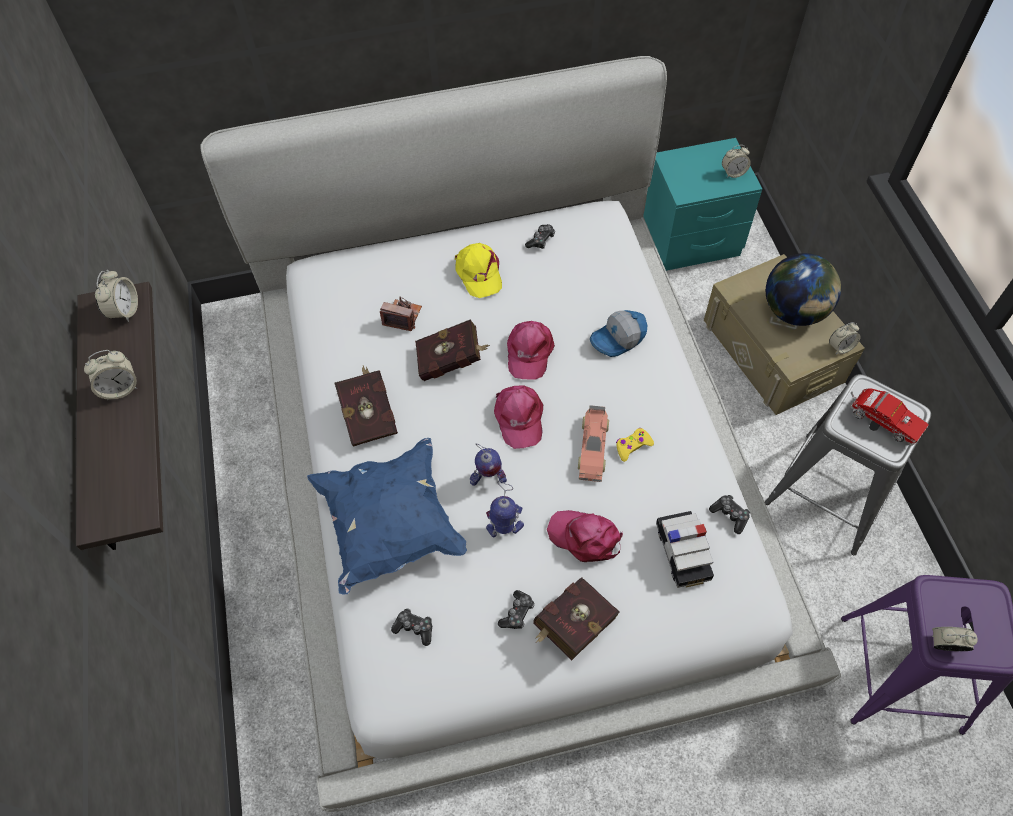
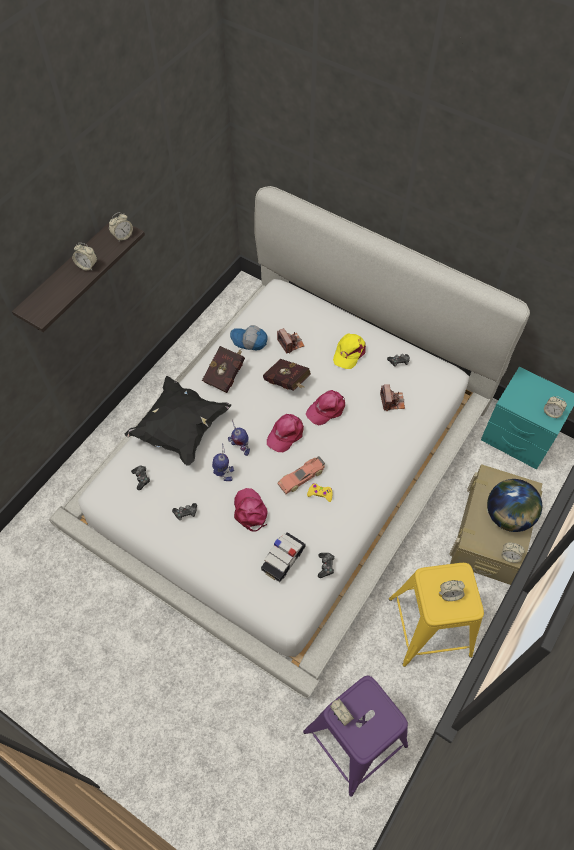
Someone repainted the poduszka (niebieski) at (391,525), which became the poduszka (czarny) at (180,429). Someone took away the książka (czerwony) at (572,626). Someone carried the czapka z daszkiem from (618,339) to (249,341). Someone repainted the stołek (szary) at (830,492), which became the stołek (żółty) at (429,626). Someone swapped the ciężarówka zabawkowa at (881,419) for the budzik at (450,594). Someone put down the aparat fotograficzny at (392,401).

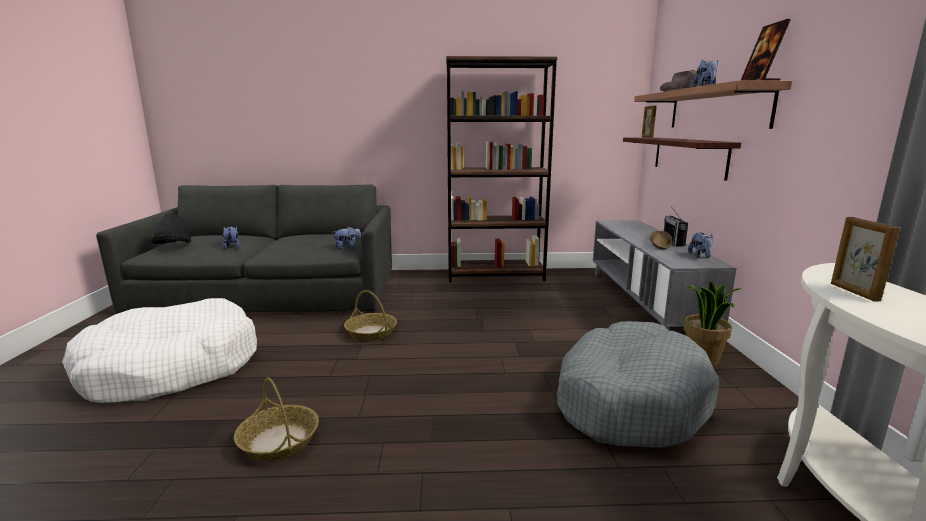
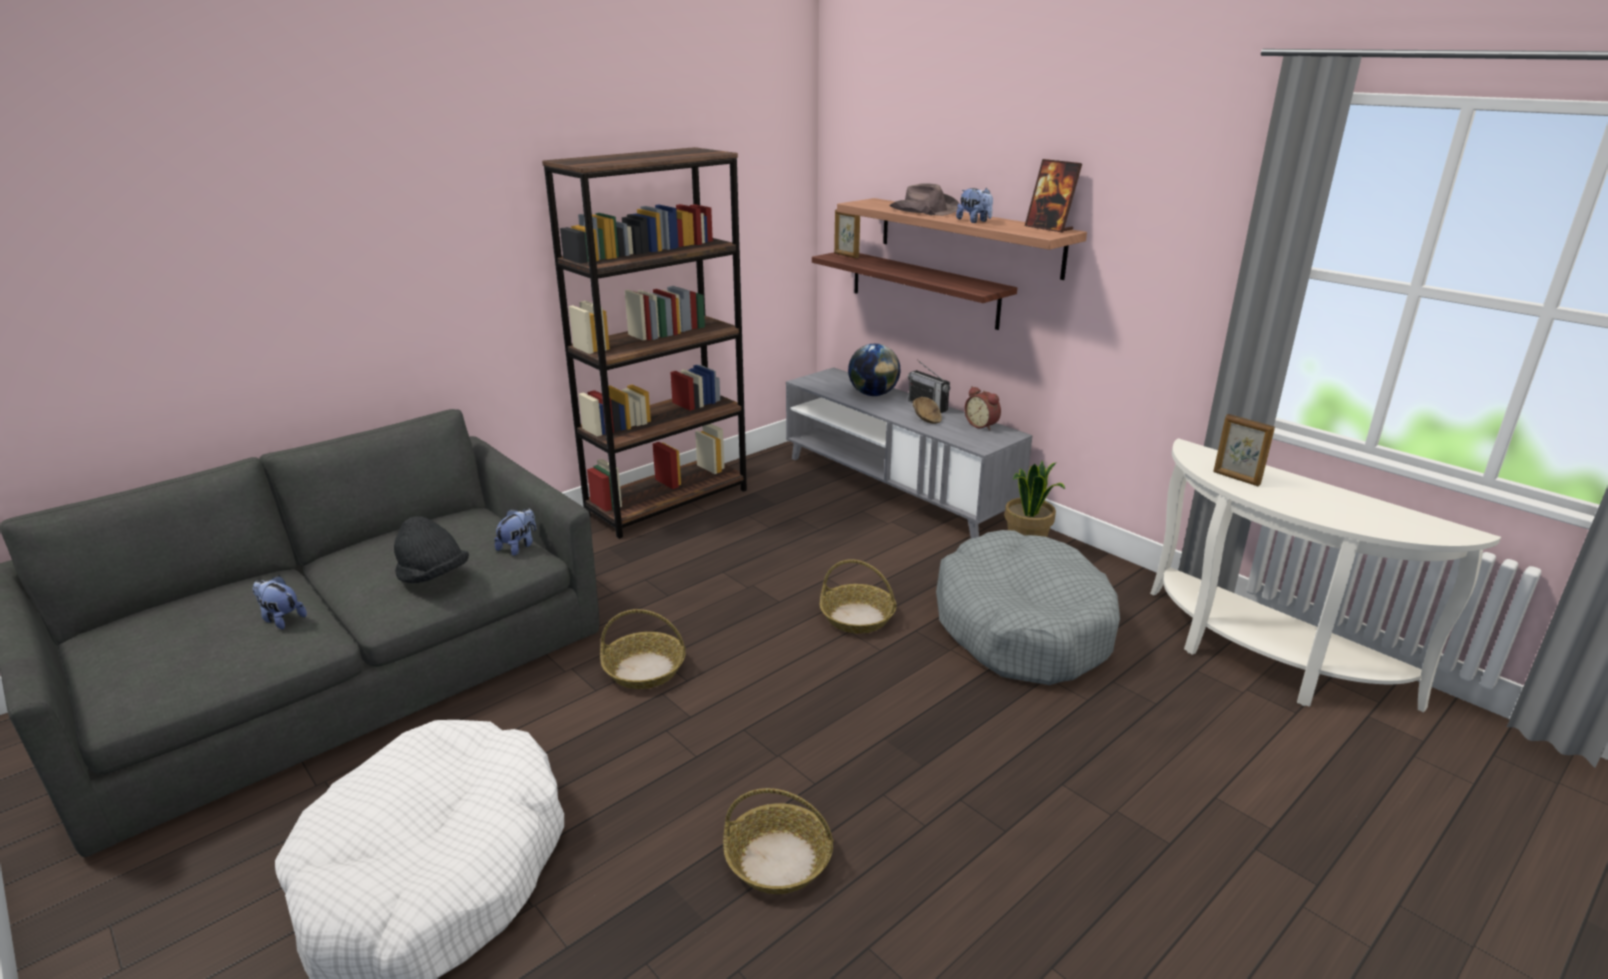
Someone carried the kapelusz (czarny) from (173,246) to (433,576). Someone swapped the pluszak at (700,256) for the budzik at (982,425). Someone put down the koszyk at (858,617). Someone put down the globus at (873,394).

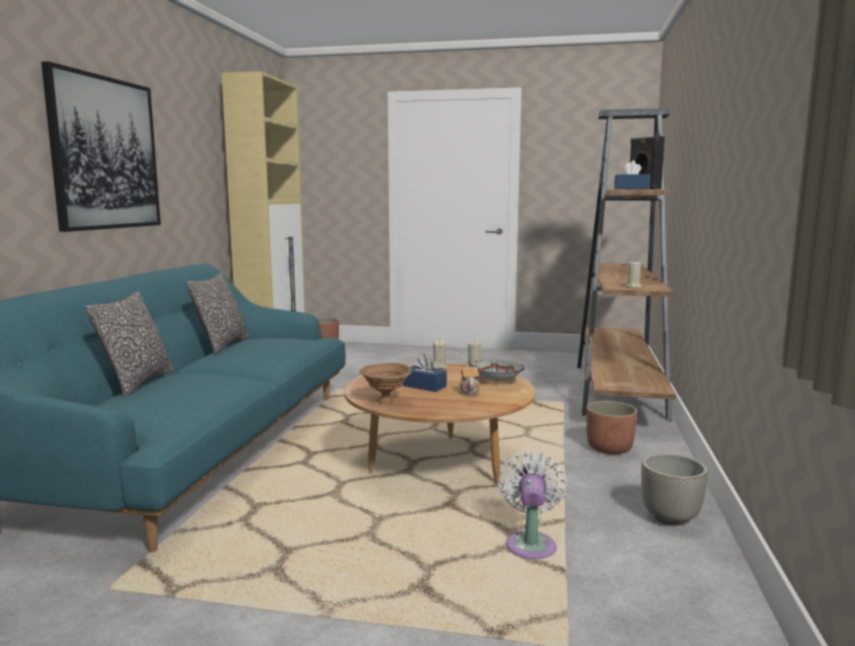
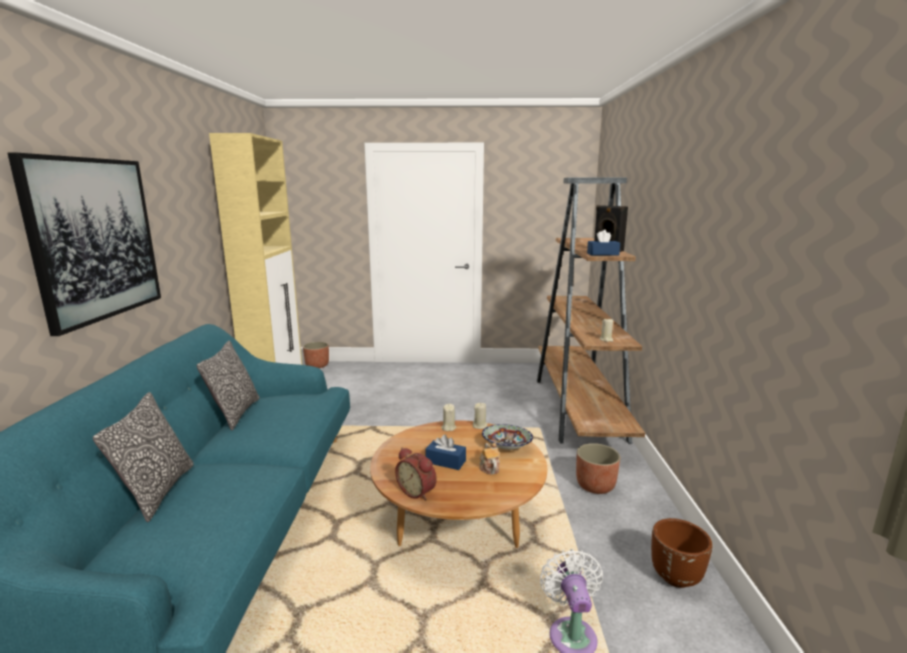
Someone swapped the miska (brązowy) at (386,401) for the budzik at (418,491). Someone repainted the donica (szary) at (670,518), which became the donica (brązowy) at (676,577).

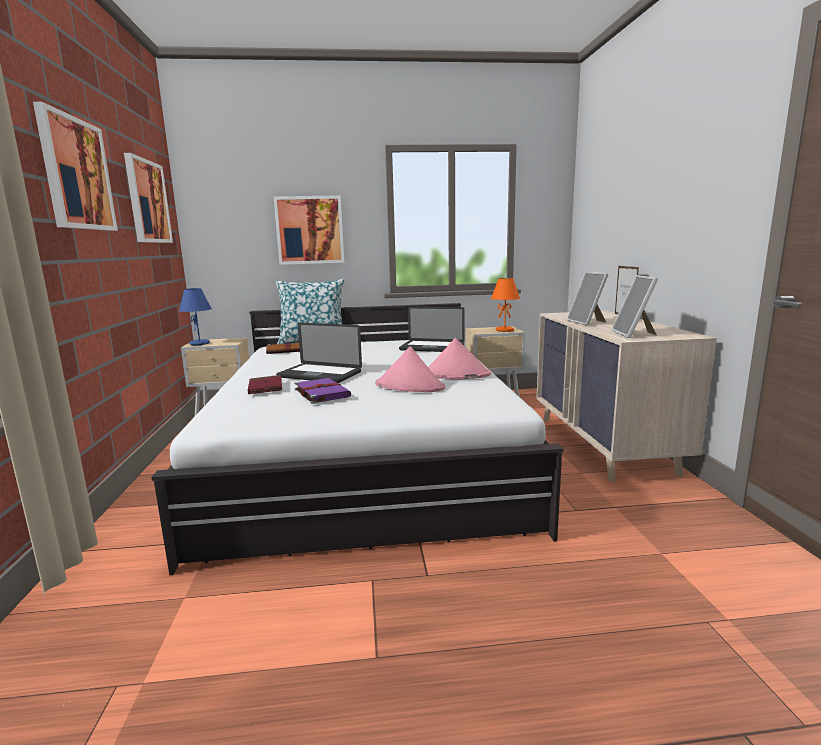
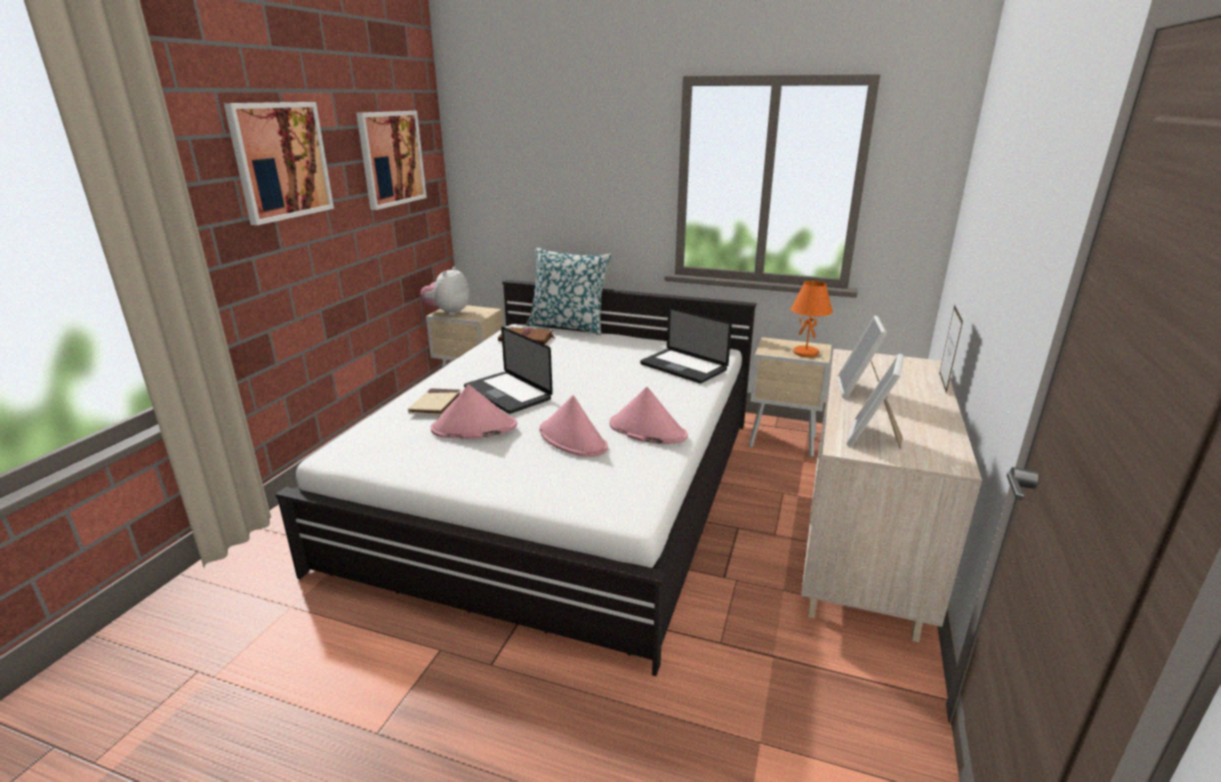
Someone swapped the lampa stołowa (niebieski) at (200,343) for the pluszak at (448,312). Someone repainted the książka (czerwony) at (265,387), which became the książka (beżowy) at (436,404). Someone took away the obraz at (310,230). Someone swapped the książka (fioletowy) at (321,392) for the kapelusz (różowy) at (474,428).

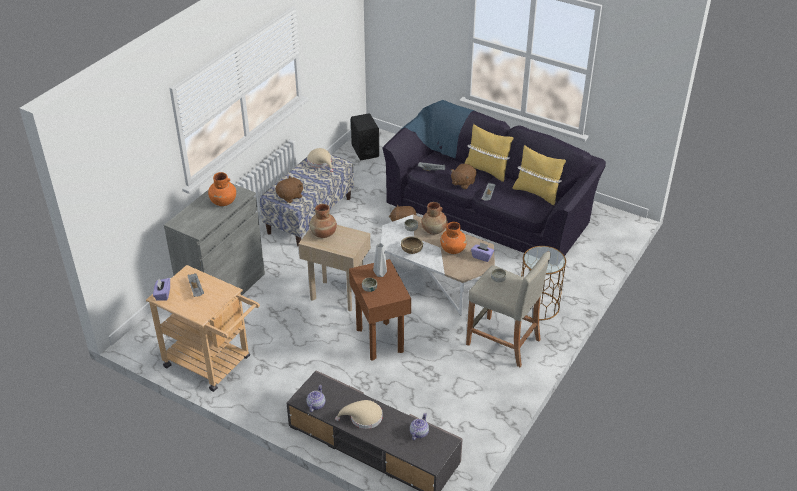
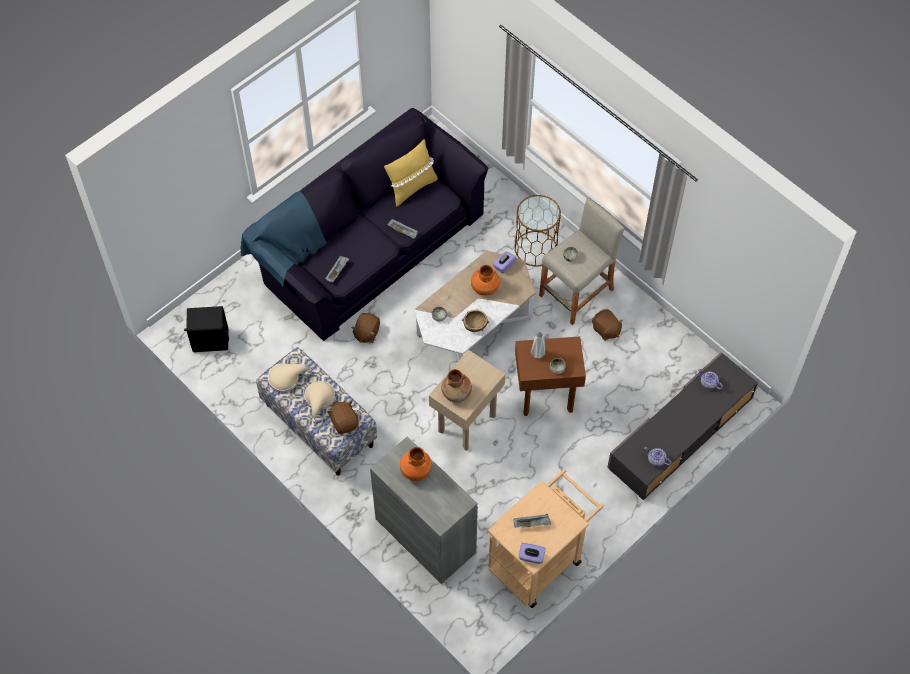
Someone carried the kapelusz (beżowy) from (363,417) to (319,399). Someone took away the wazon (brązowy) at (434,230). Someone carried the pluszak (brązowy) from (463,183) to (606,330). Someone took away the poduszka (żółty) at (486,170).

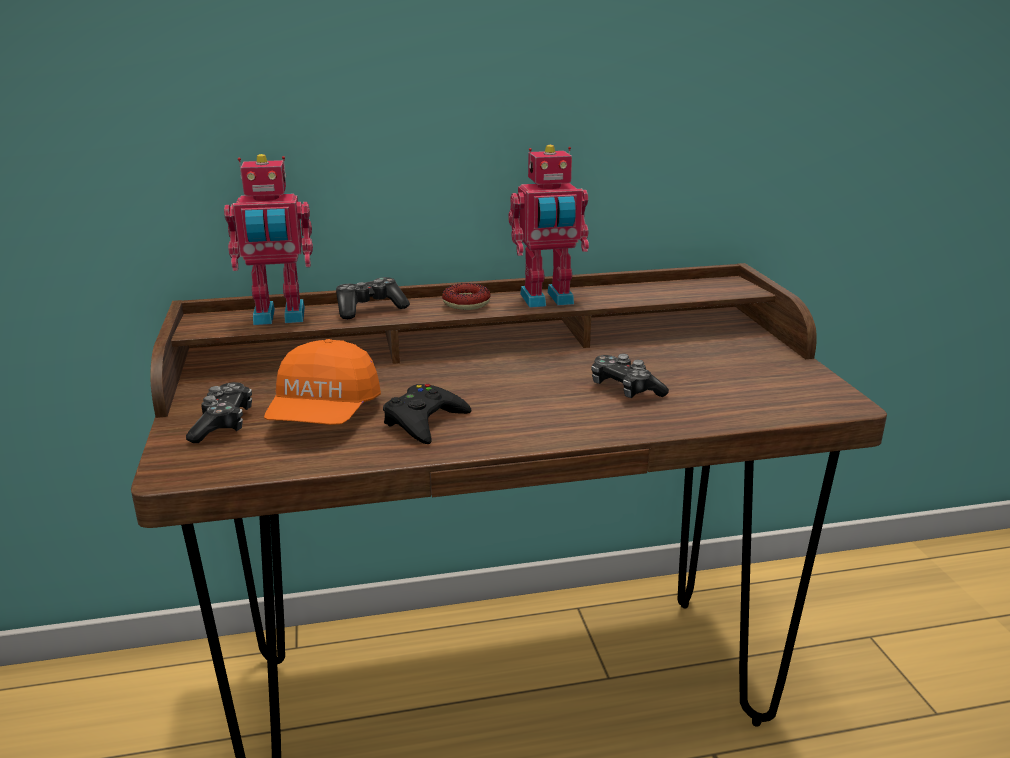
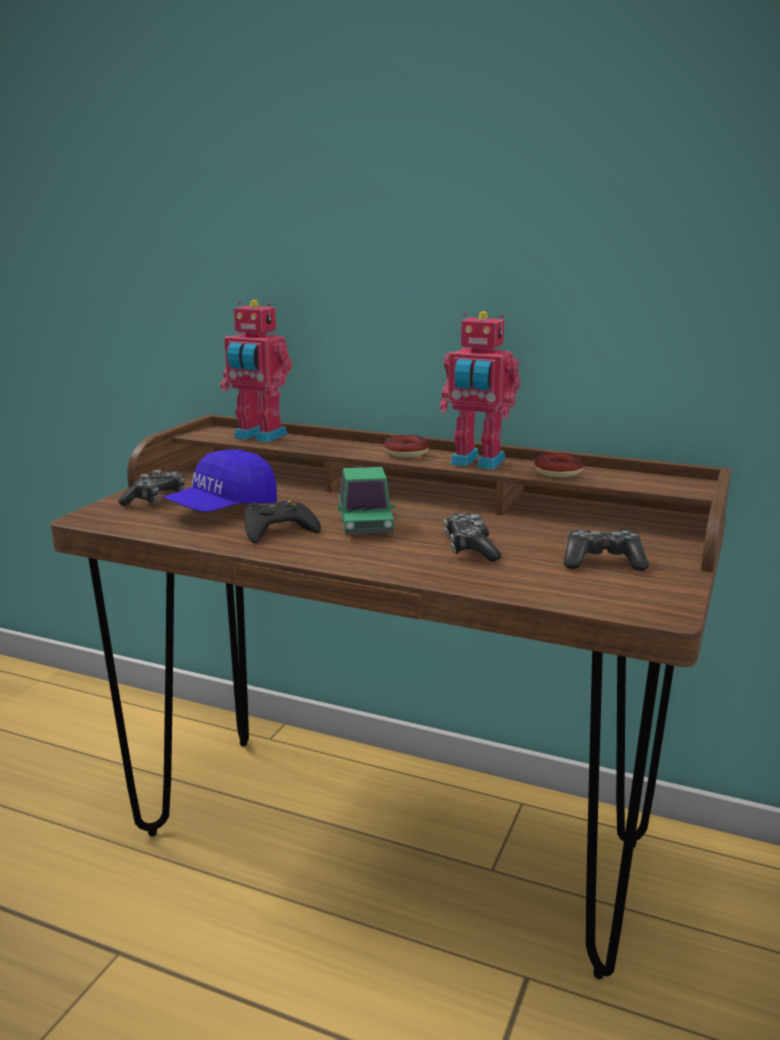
Someone repainted the czapka z daszkiem (pomarańczowy) at (324,414), which became the czapka z daszkiem (niebieski) at (223,510). Someone carried the pad do gier from (369,309) to (603,562). Someone put down the samochodzik at (365,524). Someone put down the donut at (558,471).

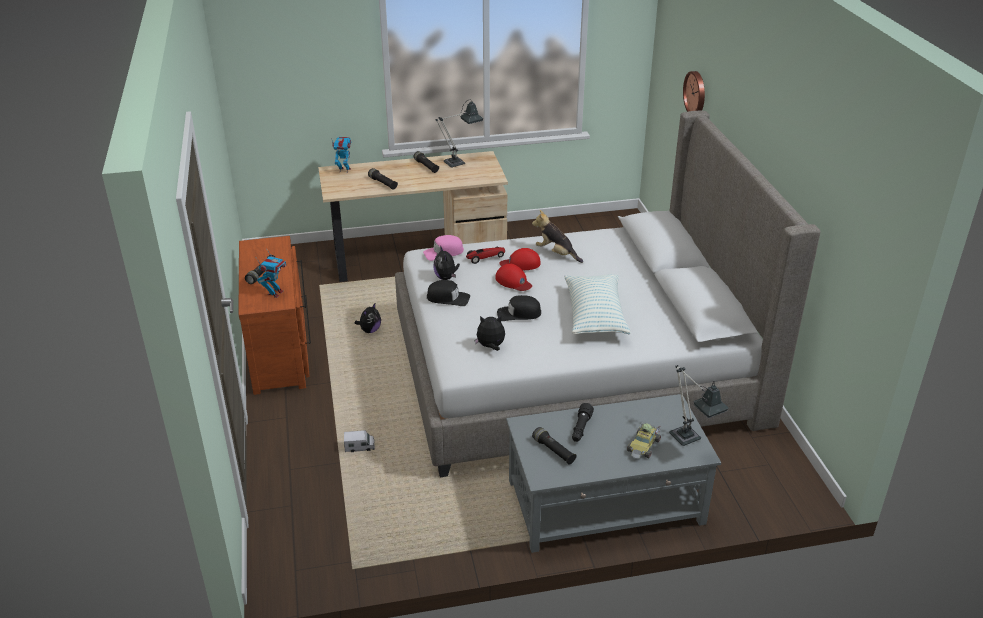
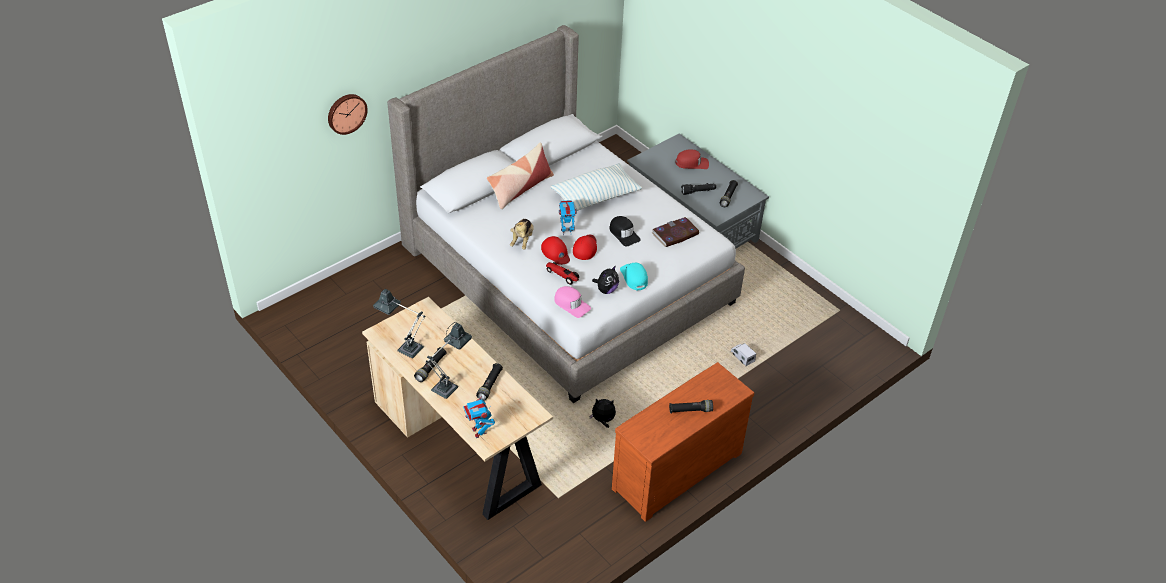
Someone carried the robot zabawkowy from (275,293) to (566,232). Someone repainted the czapka z daszkiem (czarny) at (448,298), which became the czapka z daszkiem (turkusowy) at (634,277). Someone swapped the pluszak at (490,347) for the książka at (675,234). Someone swapped the samochodzik at (644,446) for the czapka z daszkiem (czerwony) at (692,163). Someone carried the lampa stołowa from (689,441) to (448,385). Someone put down the poduszka at (520,188).

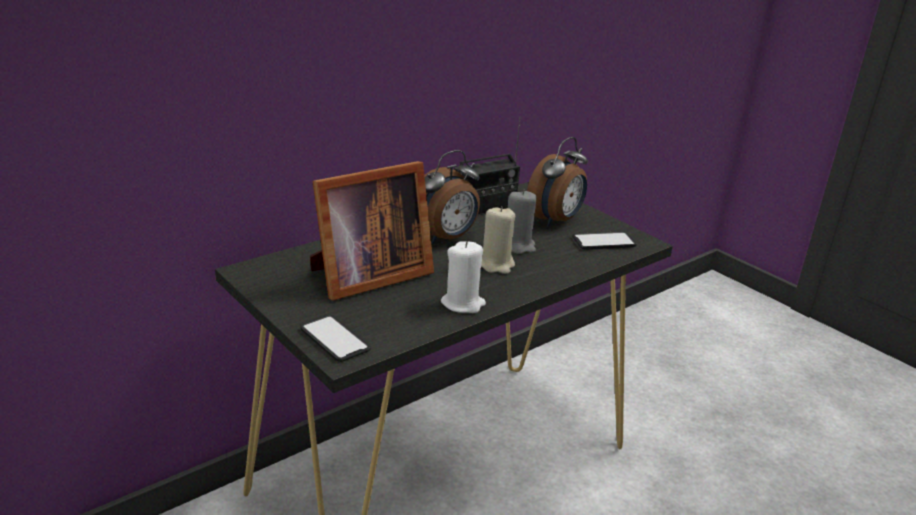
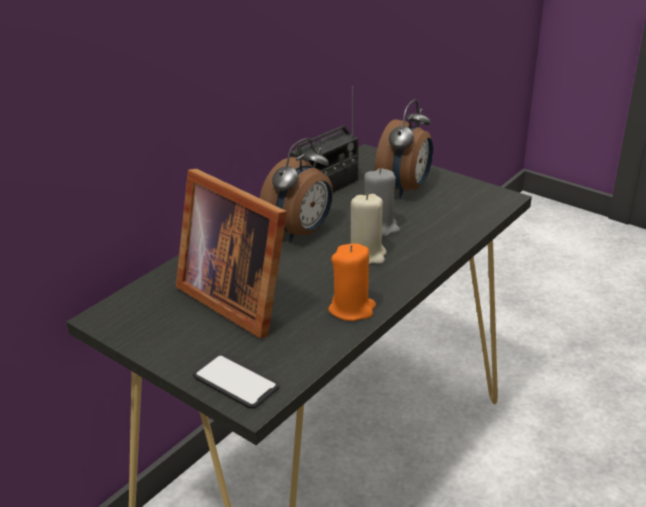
Someone rotated the ramka na zdjęcie at (366,276) by 90 degrees clockwise. Someone repainted the świeca (biały) at (463,304), which became the świeca (pomarańczowy) at (352,309). Someone took away the telefon at (604,241).

